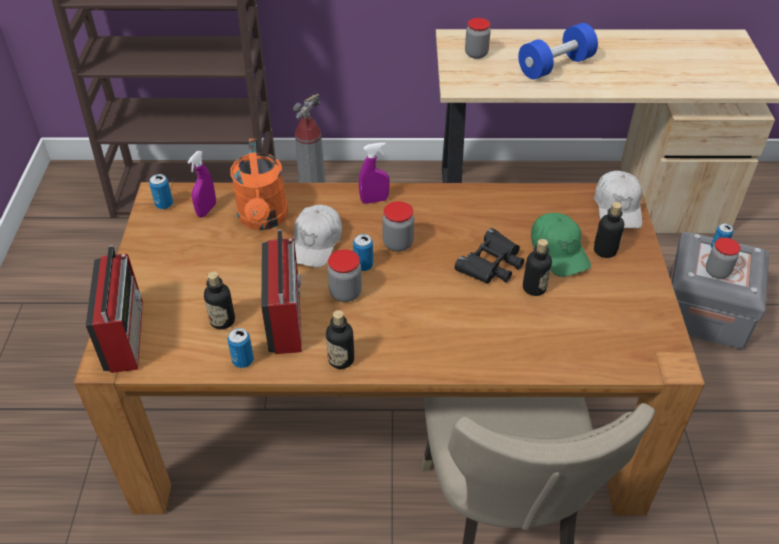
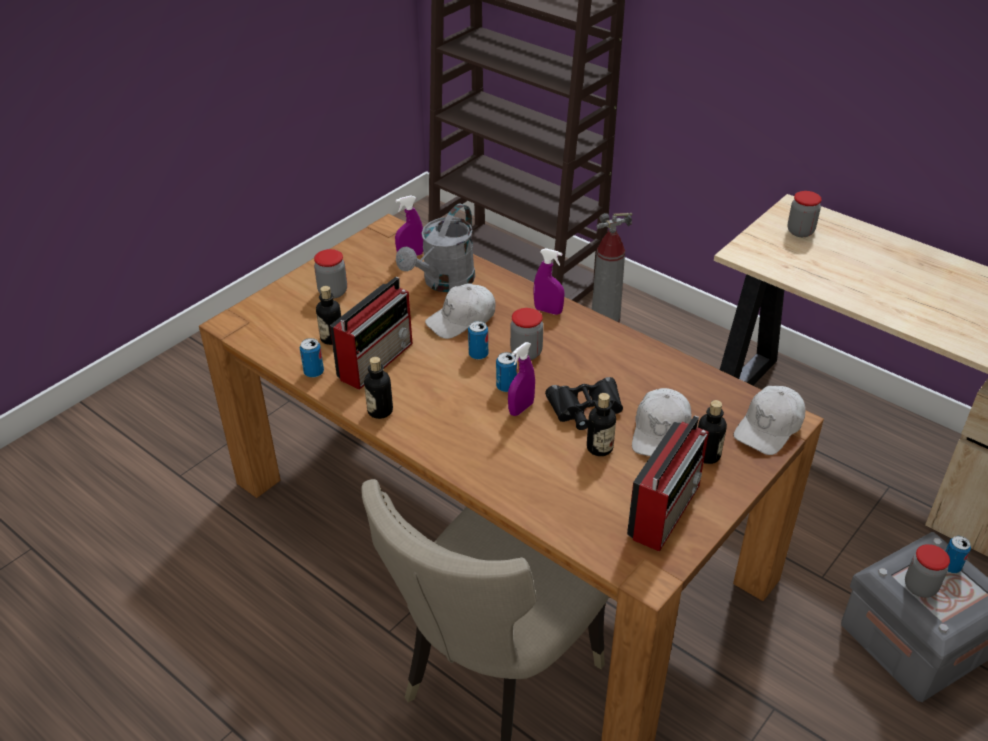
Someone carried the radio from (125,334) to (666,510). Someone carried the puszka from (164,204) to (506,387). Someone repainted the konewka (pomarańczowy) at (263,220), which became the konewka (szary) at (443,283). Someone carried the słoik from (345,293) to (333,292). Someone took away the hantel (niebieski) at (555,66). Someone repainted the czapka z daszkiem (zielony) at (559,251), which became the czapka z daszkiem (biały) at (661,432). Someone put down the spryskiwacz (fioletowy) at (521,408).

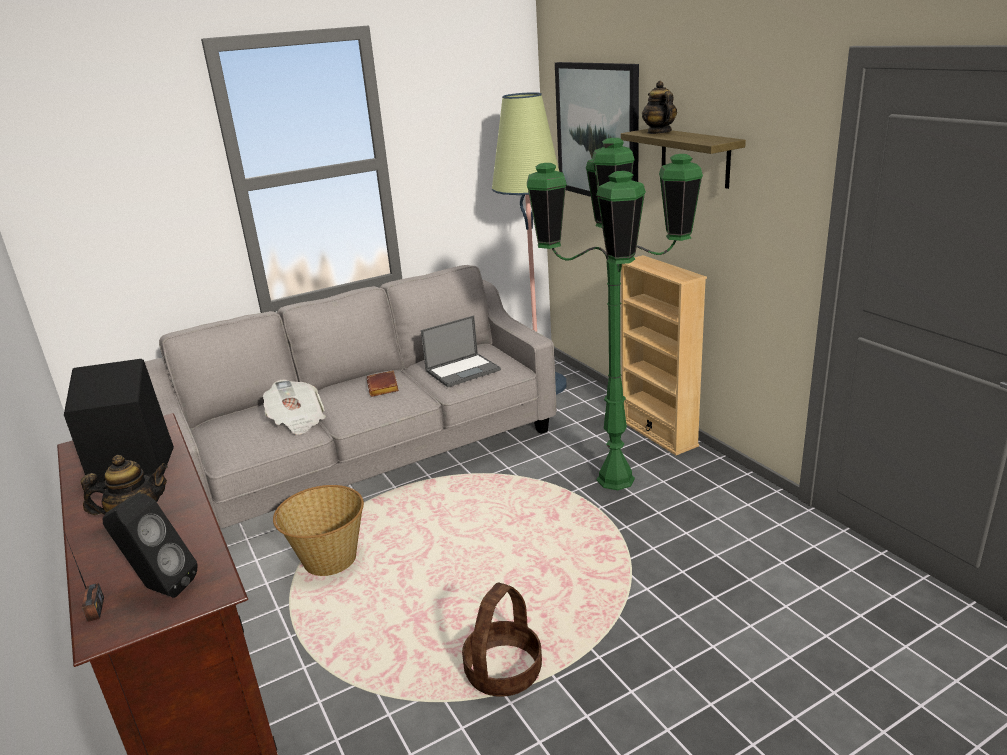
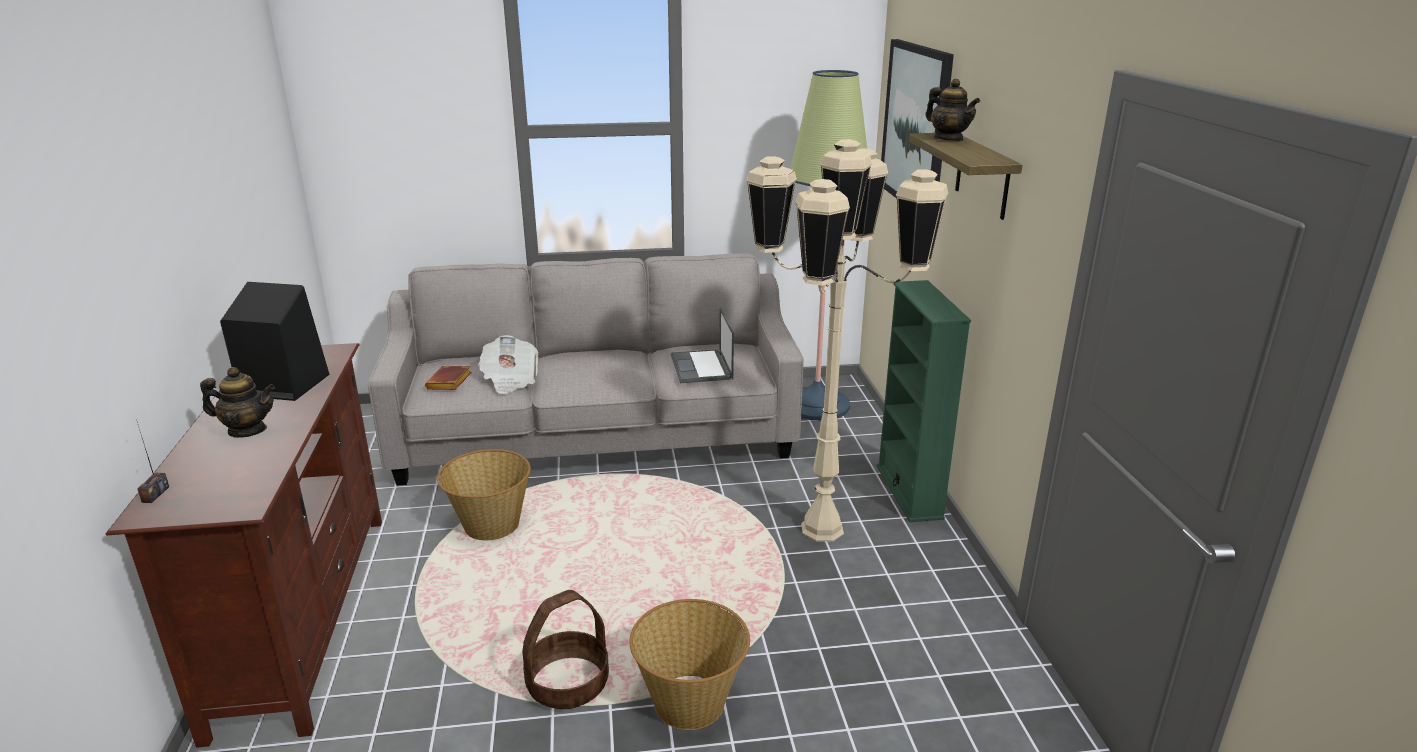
Someone took away the głośnik (czarny) at (160,588). Someone carried the książka (brązowy) from (384,387) to (450,382). Someone rotated the laptop at (463,370) by 90 degrees clockwise. Someone repainted the lampa stojąca (zielony) at (616,479), which became the lampa stojąca (beżowy) at (823,529). Someone repainted the regał (beżowy) at (658,433), which became the regał (zielony) at (909,491). Someone rotated the imbryk at (659,132) by 135 degrees clockwise. Someone put down the koszyk at (690,702).

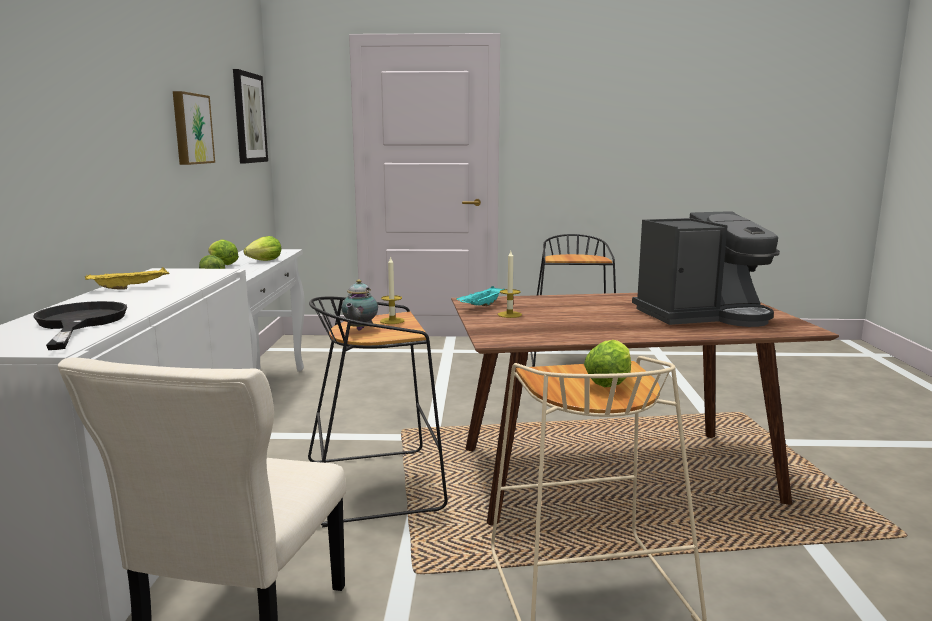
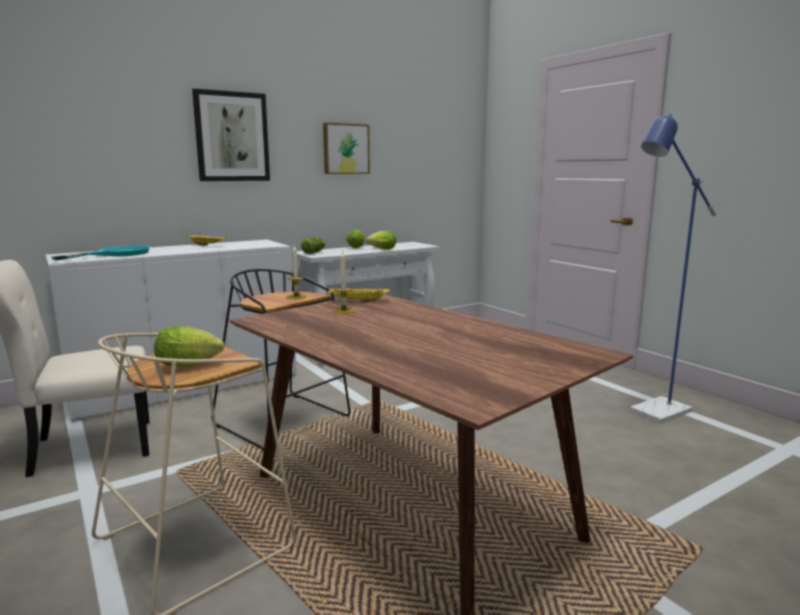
Someone repainted the patelnia (czarny) at (79,323), which became the patelnia (turkusowy) at (116,254). Someone carried the obraz from (249,118) to (232,137). Someone took away the imbryk at (359,329). Someone repainted the taca (turkusowy) at (482,307), which became the taca (żółty) at (358,302). Someone swapped the stołek (czarny) at (572,359) for the lampa stojąca (niebieski) at (654,413). Someone took away the ekspres do kawy at (703,315).

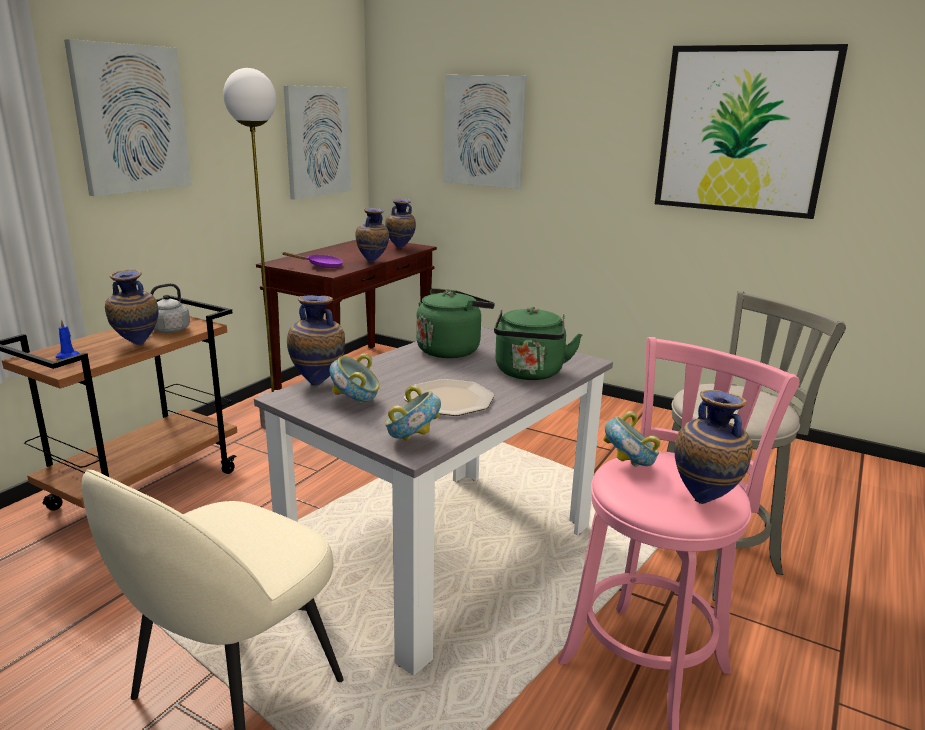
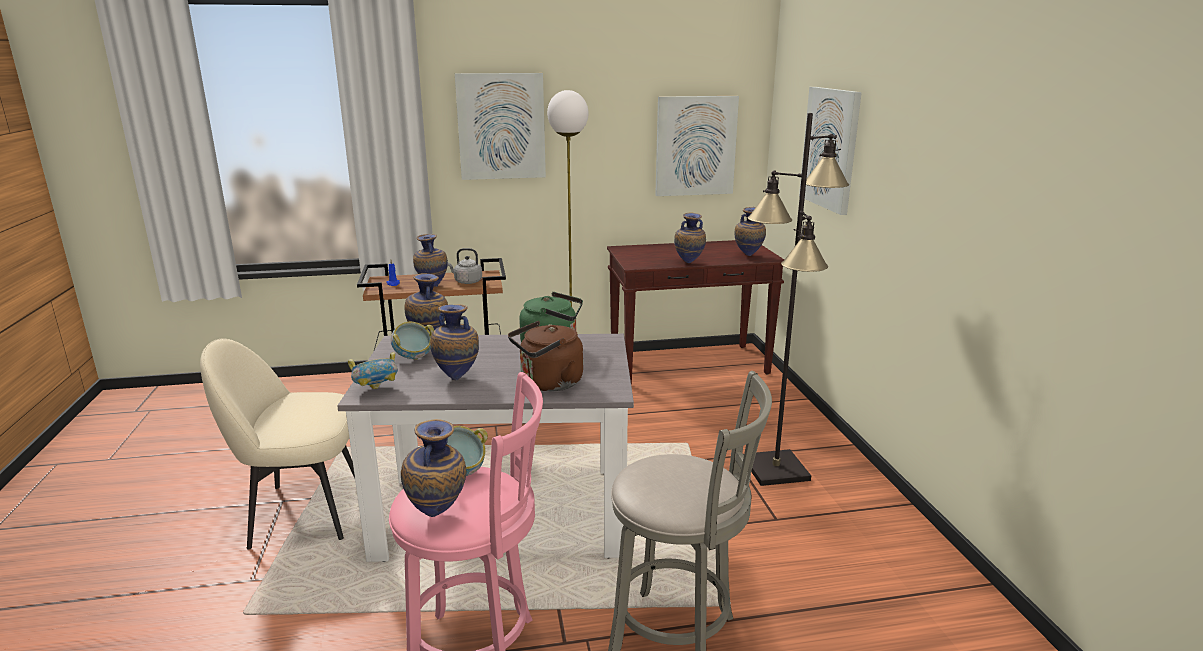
Someone took away the patelnia (fioletowy) at (321,266). Someone swapped the talerz at (449,399) for the wazon at (458,377). Someone repainted the czajnik (zielony) at (529,374), which became the czajnik (brązowy) at (548,384). Someone took away the obraz at (743,131). Someone put down the lampa stojąca (czarny) at (776,469).

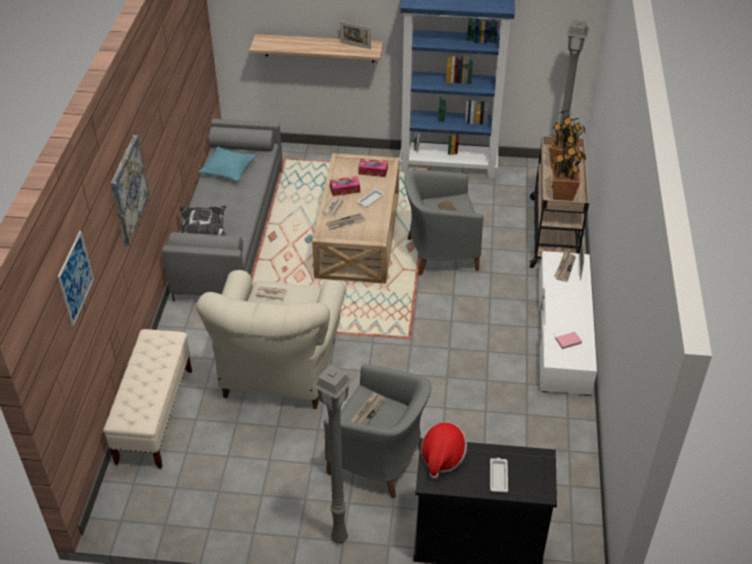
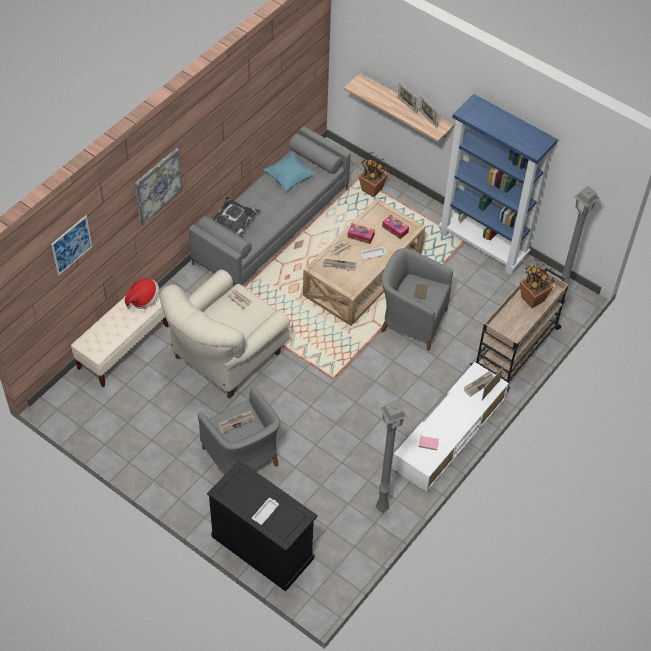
Someone carried the lampa stojąca (szary) from (338,538) to (381,507). Someone carried the kapelusz from (442,457) to (143,299). Someone carried the roślina doniczkowa from (563,195) to (372,190). Someone put down the ramka na zdjęcie at (407,106).

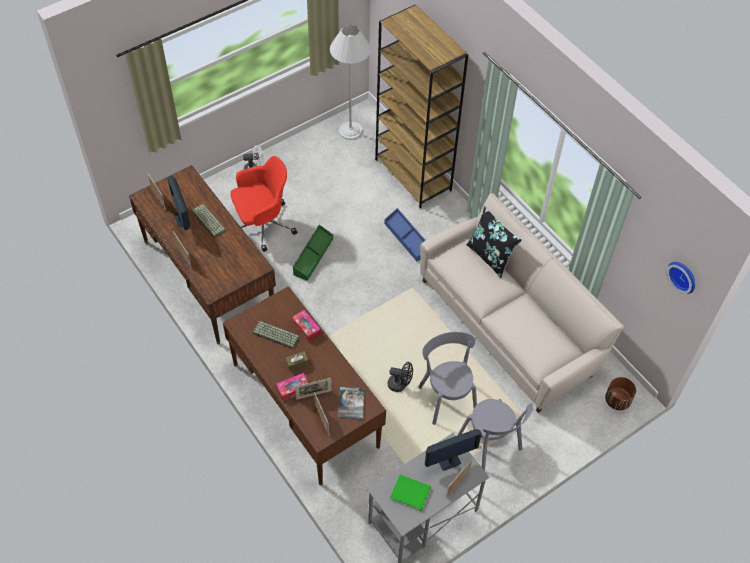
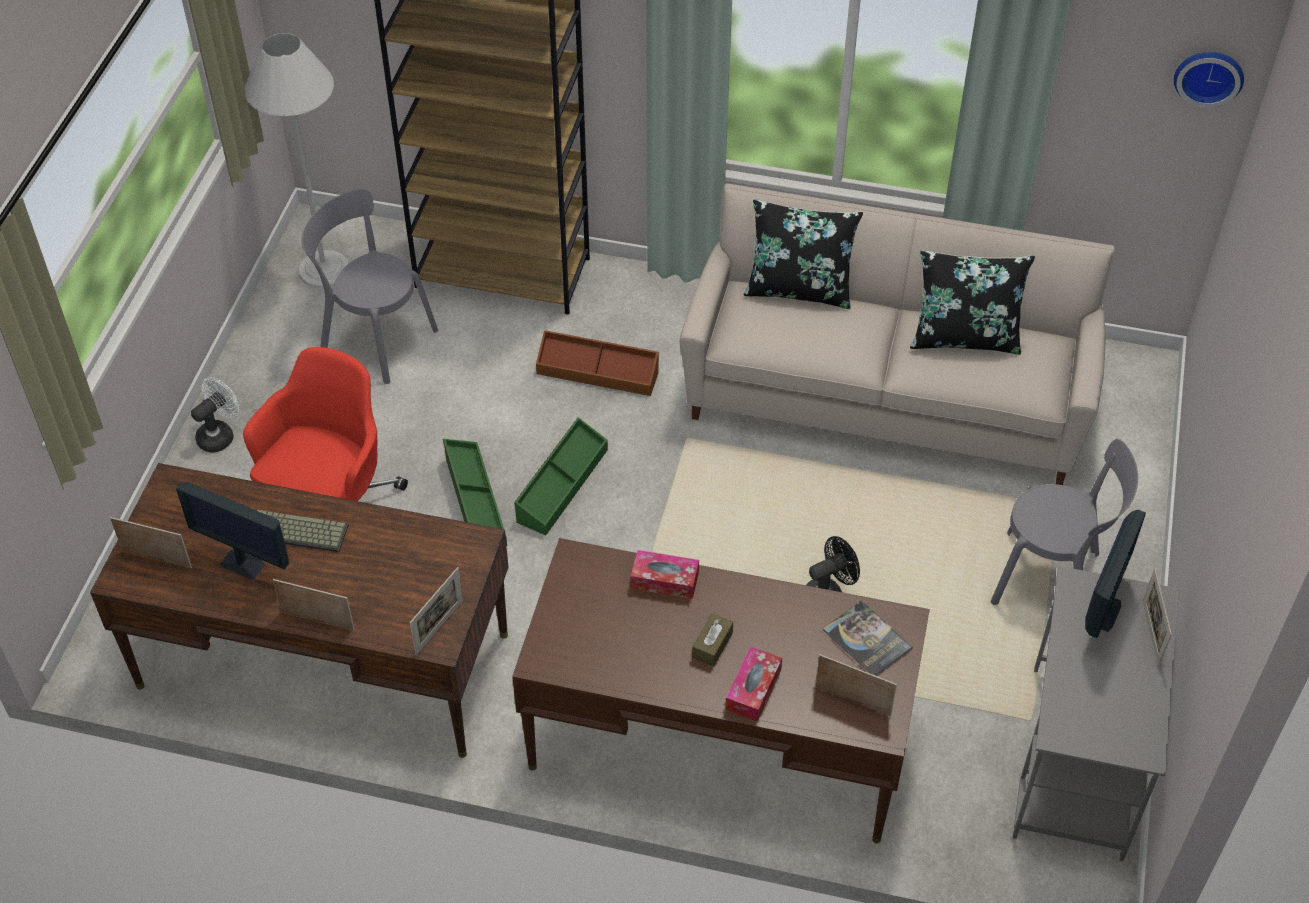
Someone took away the klawiatura at (275,335). Someone carried the ramka na zdjęcie from (313,395) to (439,627). Someone repainted the pojemnik do przechowywania (niebieski) at (407,238), which became the pojemnik do przechowywania (brązowy) at (598,372). Someone took away the książka (zielony) at (409,491). Someone carried the krzesło (szary) from (446,396) to (375,338). Someone took away the donica (brązowy) at (617,400). Someone put down the pojemnik do przechowywania (zielony) at (561,485). Someone put down the poduszka (czarny) at (964,337).

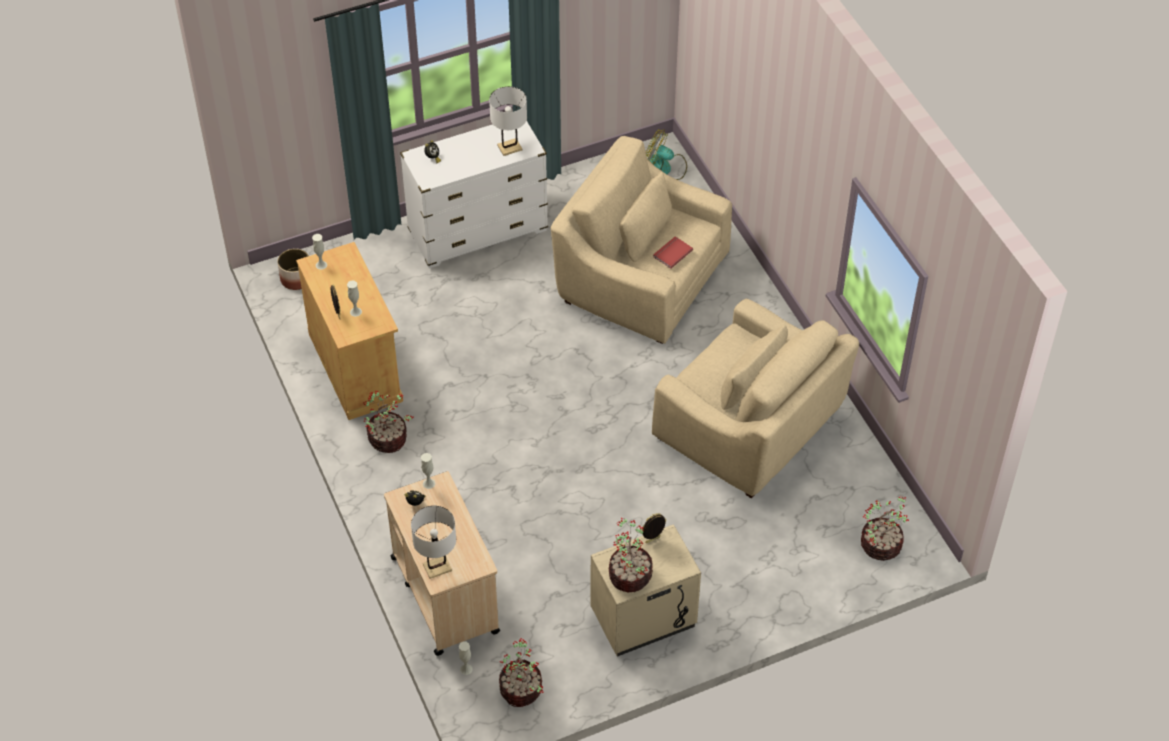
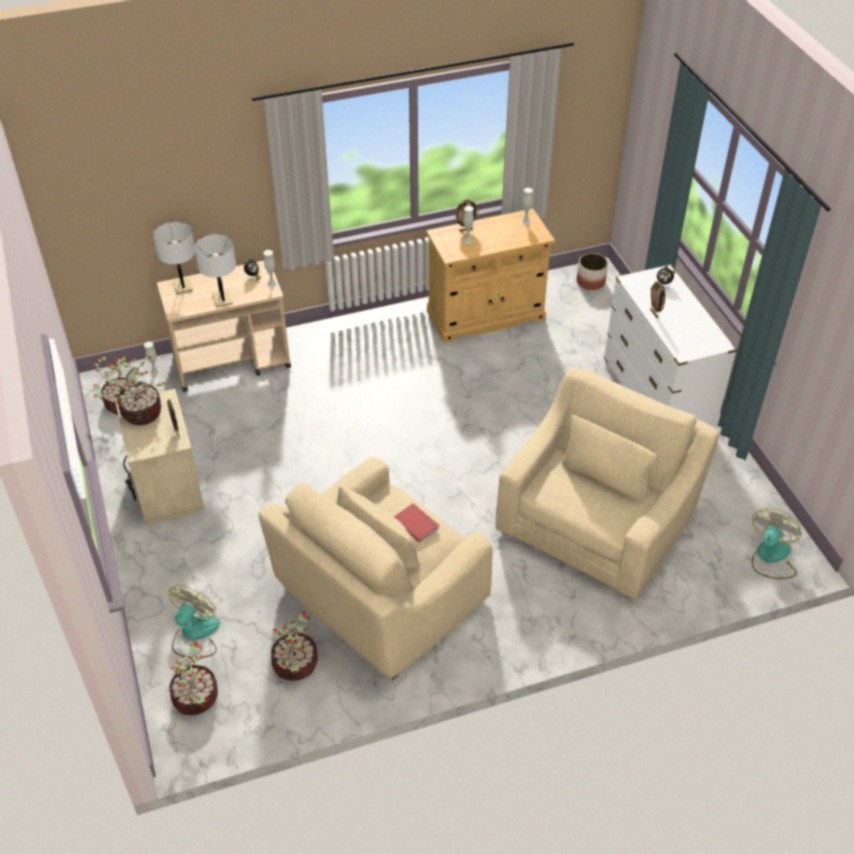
Someone carried the roślina doniczkowa from (389,439) to (295,665). Someone carried the lampa stołowa (biały) from (509,147) to (222,299). Someone carried the książka (czerwony) from (671,253) to (416,523). Someone put down the wentylator at (195,634). Someone put down the ramka na zdjęcie at (654,314).

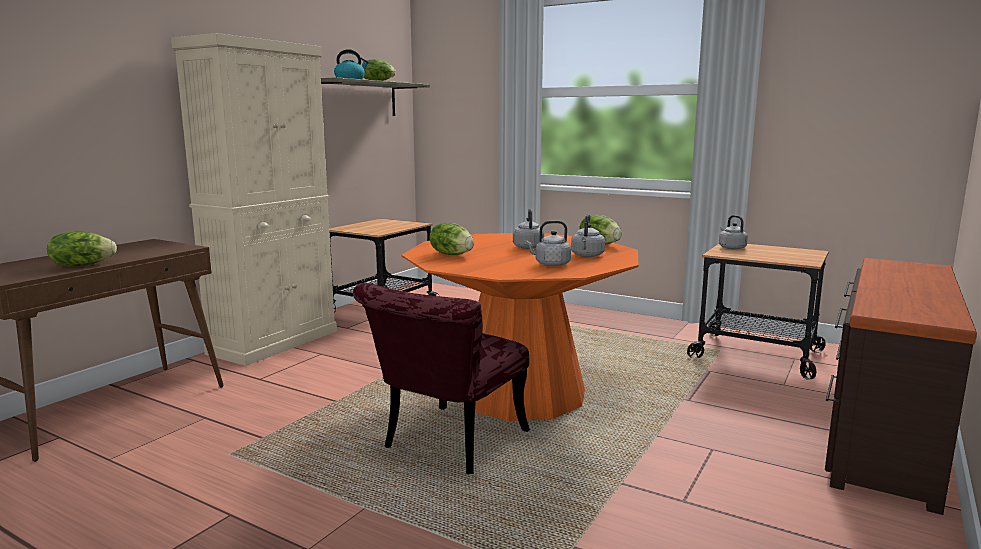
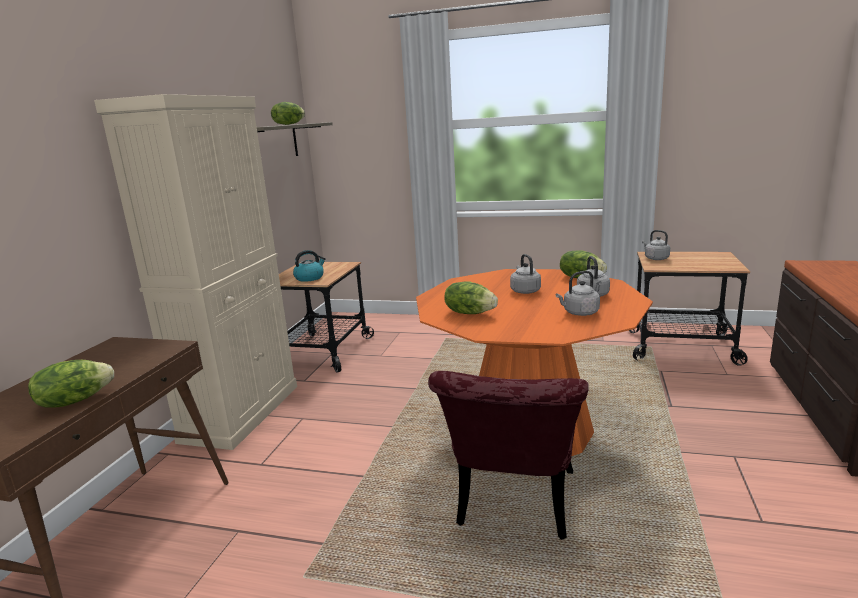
Someone carried the czajnik from (350,79) to (310,278).

